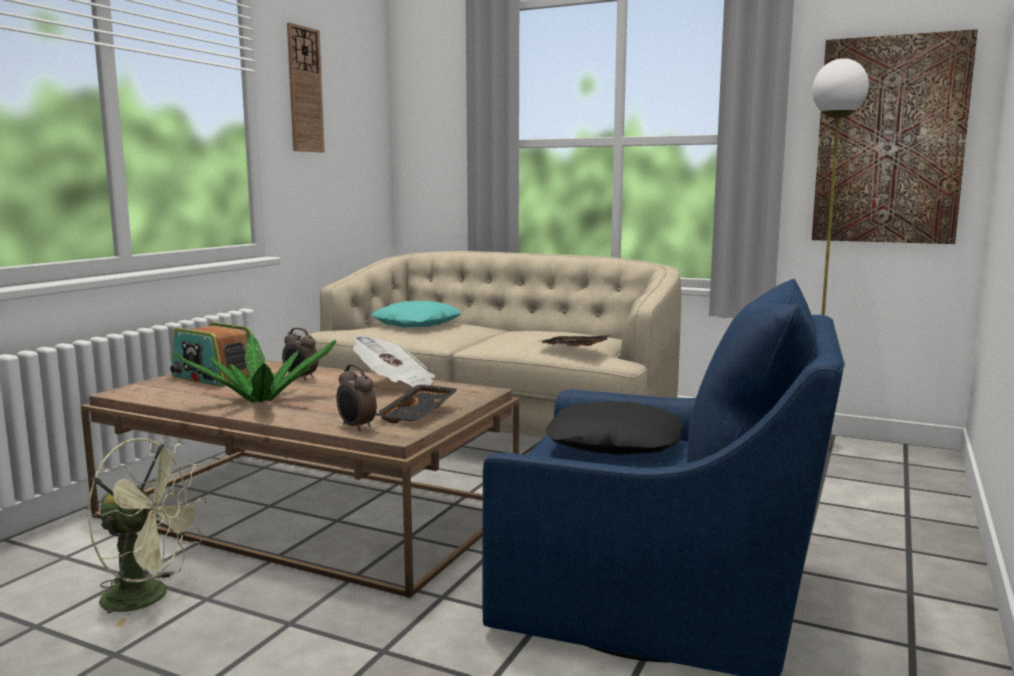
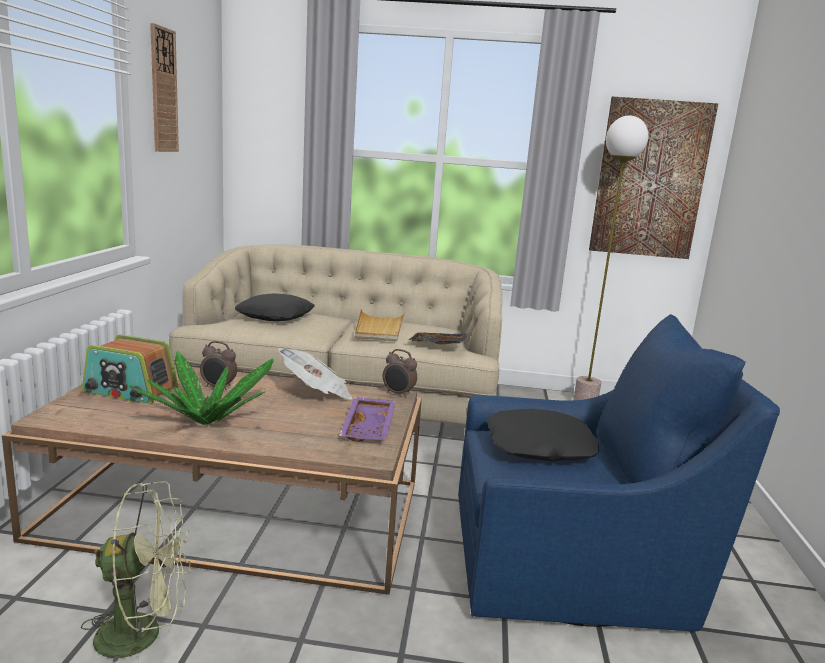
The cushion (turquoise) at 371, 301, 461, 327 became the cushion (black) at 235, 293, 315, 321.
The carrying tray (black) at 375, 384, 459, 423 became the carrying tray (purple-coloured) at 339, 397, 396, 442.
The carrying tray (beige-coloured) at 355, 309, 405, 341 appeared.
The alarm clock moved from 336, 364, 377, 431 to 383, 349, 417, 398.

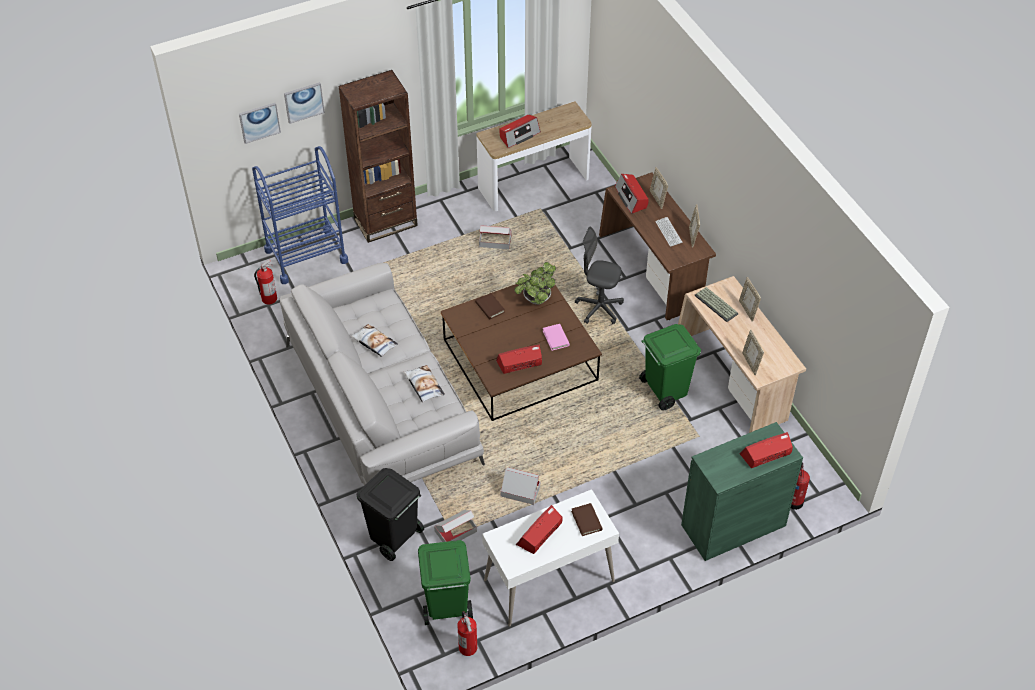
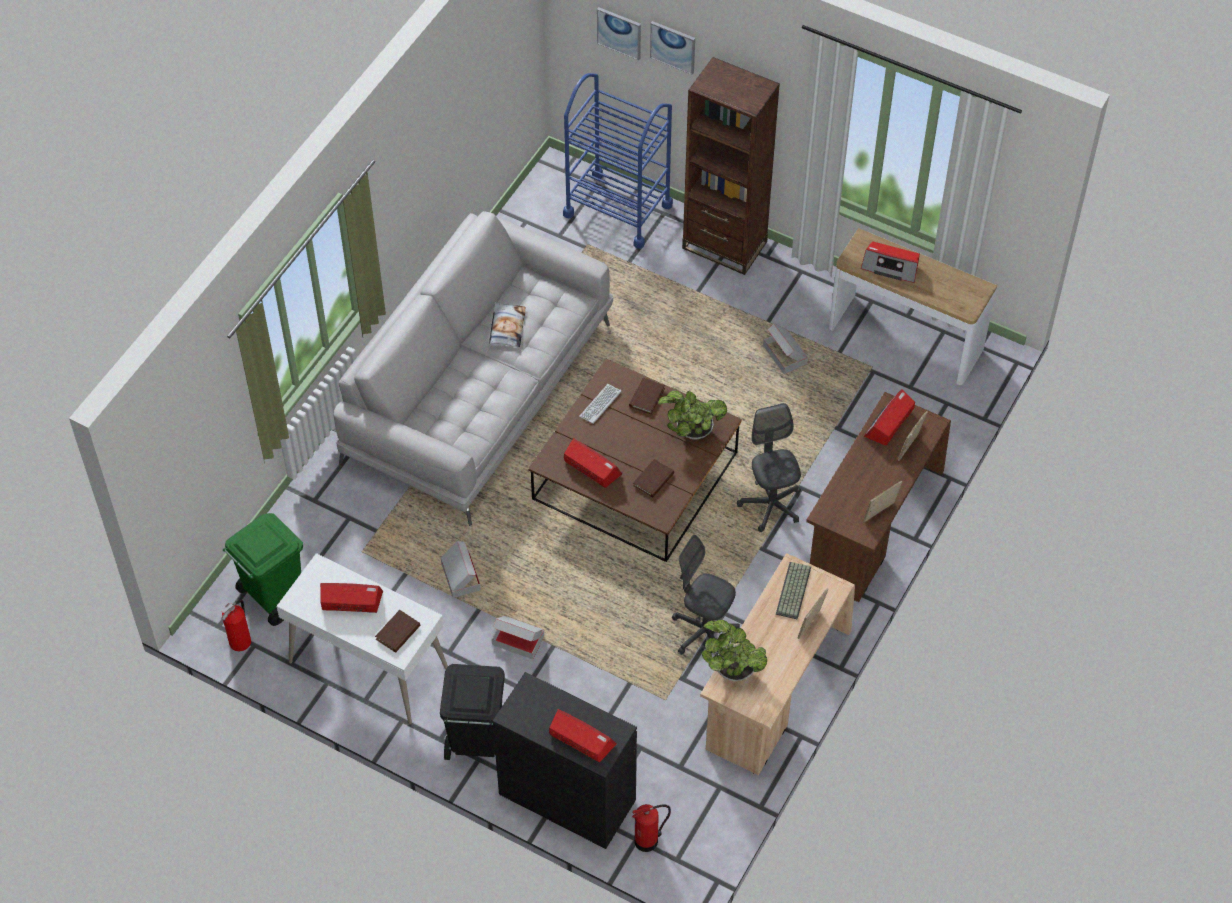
The rubbish bin (black) moved from 357, 468, 424, 561 to 440, 664, 505, 760.
The cardboard box moved from 434, 510, 477, 542 to 492, 615, 544, 659.
The cupboard (greenish) at 681, 422, 803, 561 became the cupboard (black) at 493, 672, 637, 849.
The keyboard moved from 655, 217, 682, 247 to 579, 384, 622, 424.
The book (pinkish) at 543, 324, 570, 351 became the book (brown) at 633, 459, 674, 498.
The rubbish bin (greenish) at 639, 324, 701, 411 was replaced by the office chair (greyish) at 672, 535, 740, 656.
The picture frame at 742, 329, 764, 375 was replaced by the houseplant at 702, 620, 767, 681.
The fire-fighting cylinder at 254, 259, 277, 305 disappeared.
The cushion at 403, 365, 445, 402 disappeared.

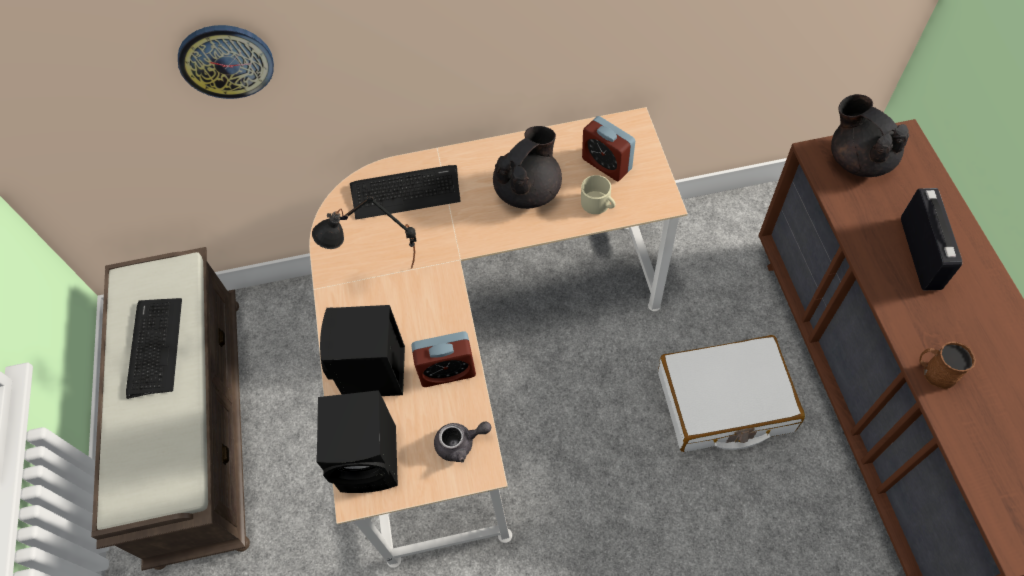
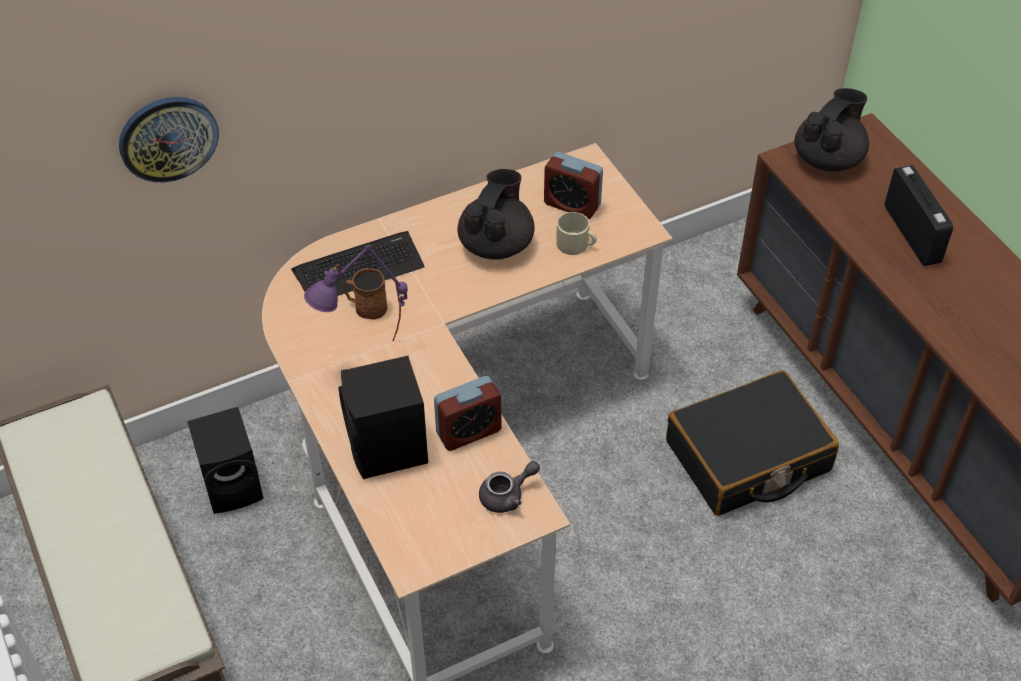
The audio speaker (black) moved from 316, 390, 398, 493 to 187, 407, 264, 514.
The table lamp (black) at 312, 197, 416, 268 became the table lamp (purple-coloured) at 304, 245, 408, 342.
The mug (brown) moved from 919, 342, 976, 389 to 344, 268, 387, 320.
The suitcase (white-coloured) at 658, 335, 805, 452 became the suitcase (black) at 666, 370, 839, 516.
The tea pot (black) at 831, 94, 909, 177 turned 90 degrees clockwise.
The keyboard at 126, 298, 182, 399 disappeared.

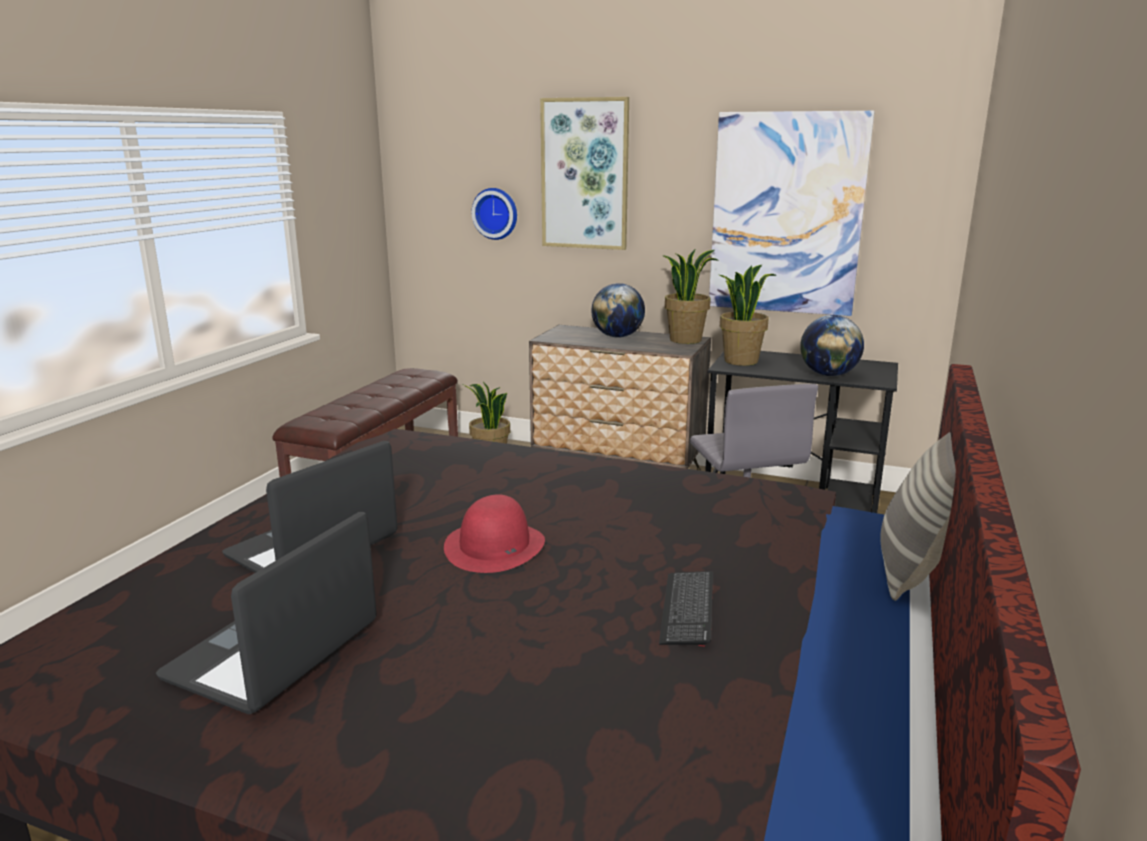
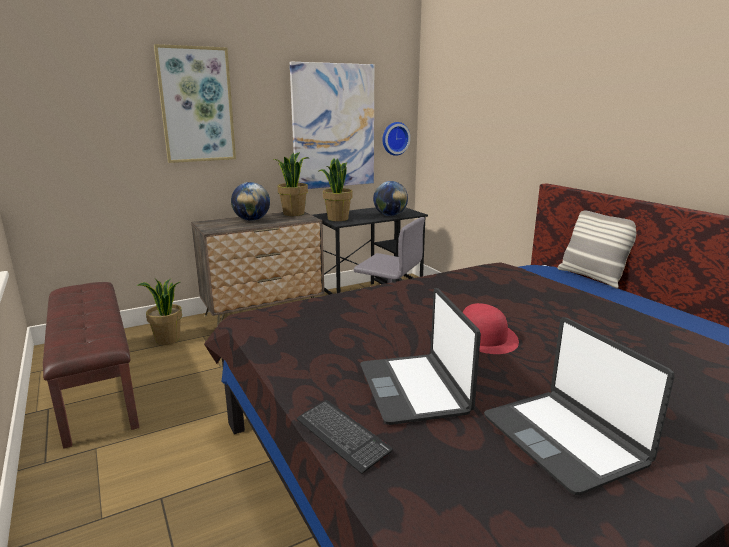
The keyboard moved from 659, 571, 713, 646 to 296, 400, 393, 474.
The hanging clock moved from 472, 188, 517, 240 to 383, 122, 411, 156.

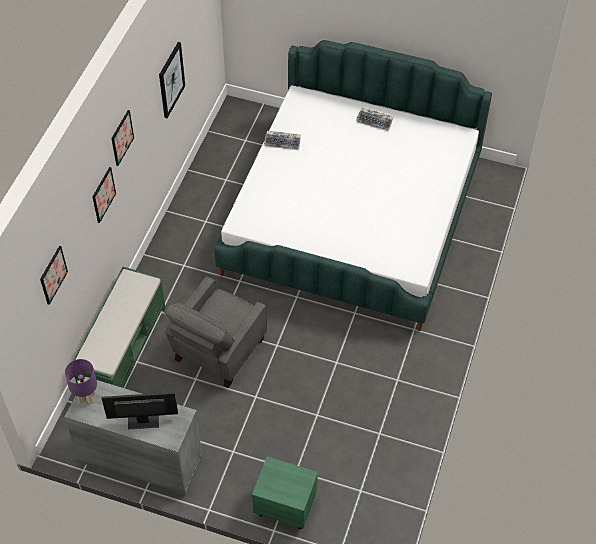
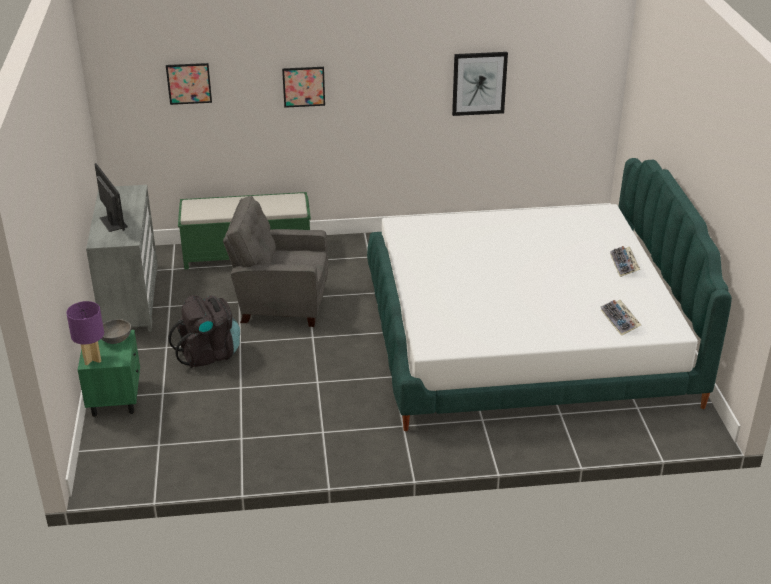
The table lamp (purple-coloured) moved from 65, 359, 97, 405 to 66, 301, 104, 365.
The deep dish (greyish) at 101, 319, 131, 344 appeared.
The backpack (black) at 169, 295, 240, 368 appeared.
The keyboard moved from 264, 131, 301, 150 to 601, 300, 641, 336.
The wall picture at 111, 110, 134, 166 disappeared.

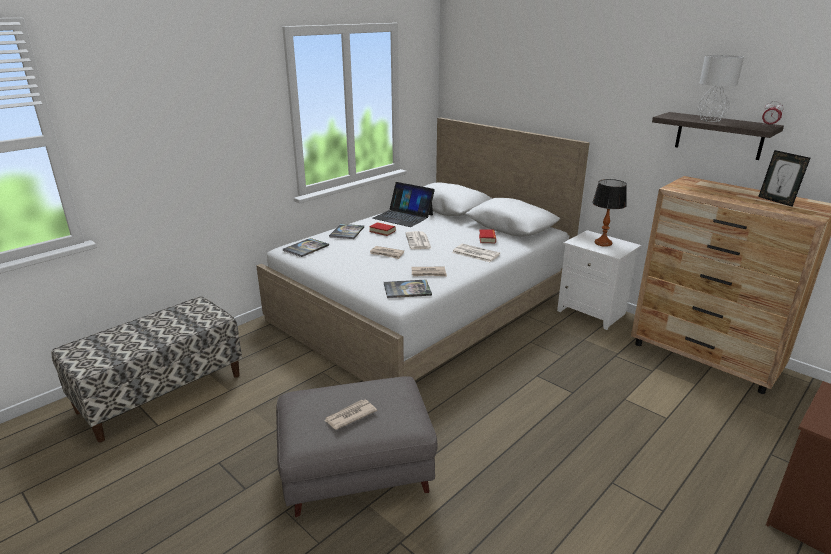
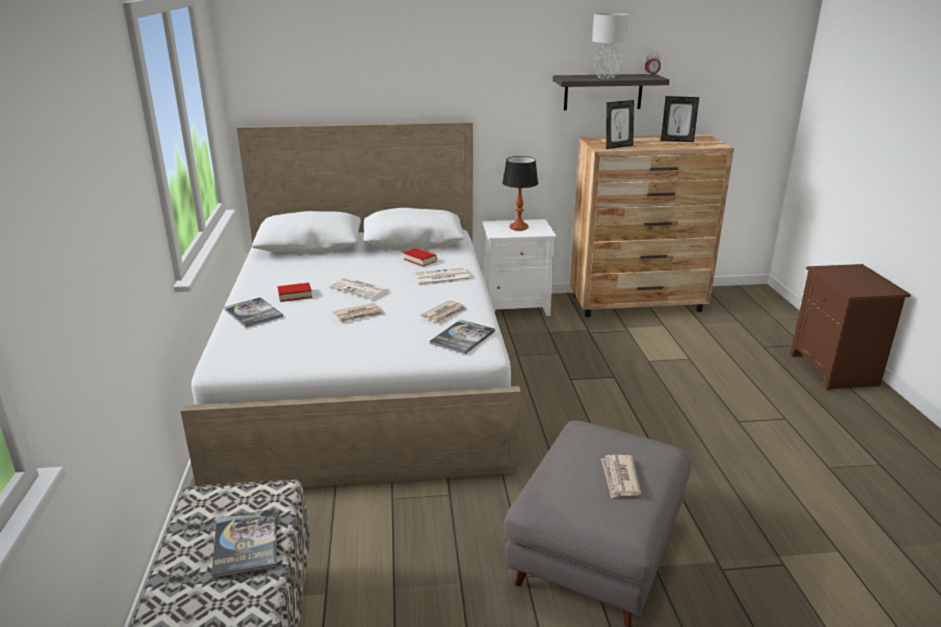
The book moved from 283, 238, 329, 257 to 211, 509, 277, 578.
The picture frame at 606, 100, 634, 149 appeared.
The laptop at 372, 182, 435, 227 disappeared.

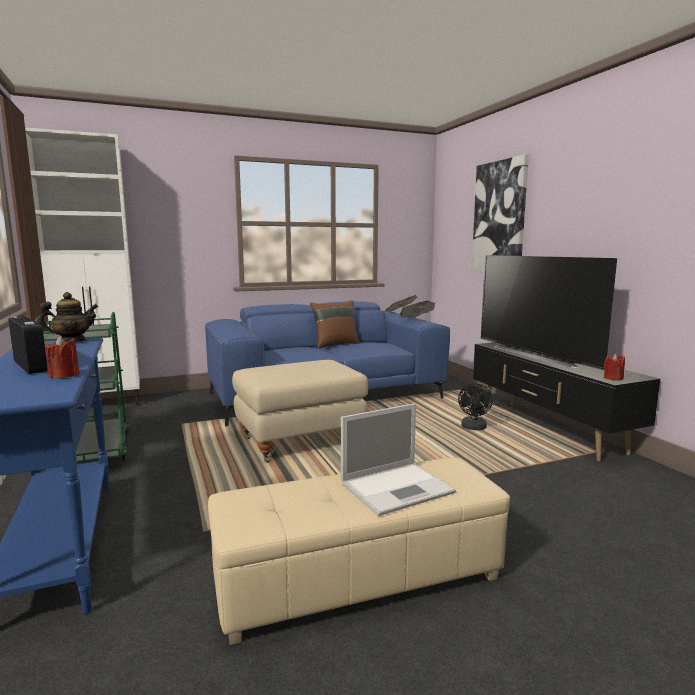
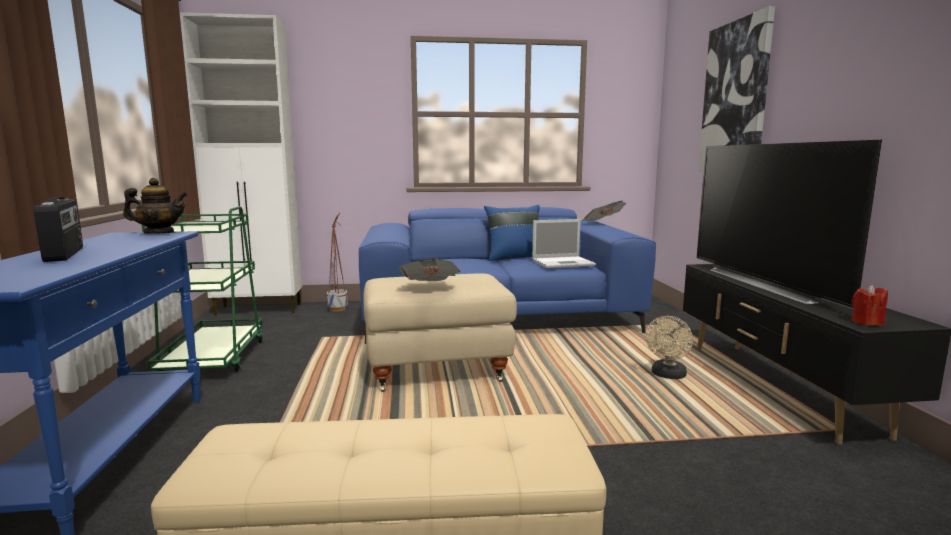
The planter at 327, 212, 348, 312 appeared.
The newspaper moved from 400, 301, 436, 318 to 398, 258, 460, 281.
The cushion (brown) at 310, 300, 359, 348 became the cushion (bluish) at 484, 205, 540, 261.
The laptop moved from 341, 403, 456, 516 to 532, 219, 596, 268.
The cooling fan (black) at 458, 383, 493, 430 became the cooling fan (beige-coloured) at 646, 316, 693, 379.
The wax light (red-coloured) at 45, 336, 80, 379 disappeared.

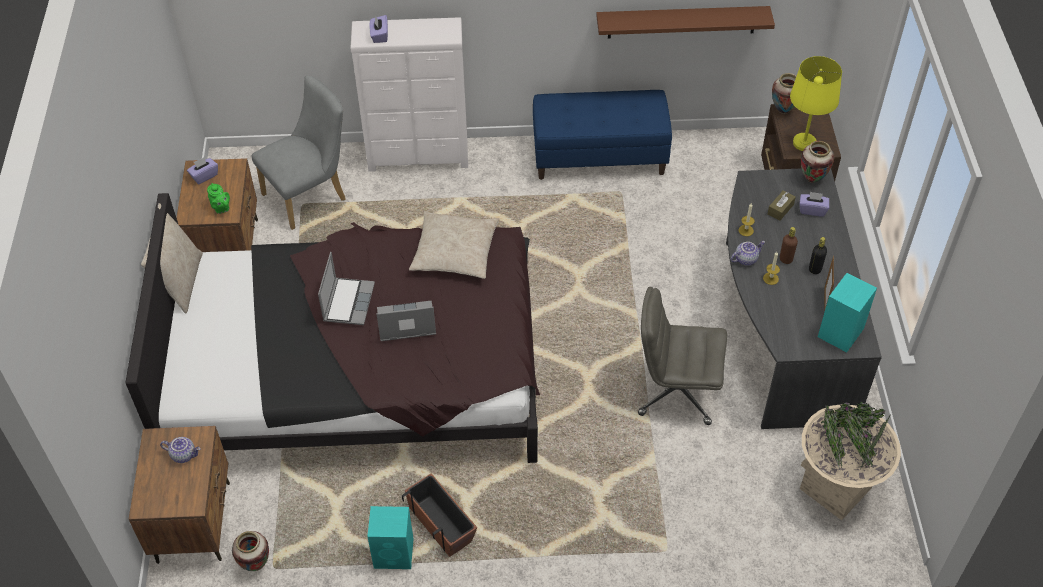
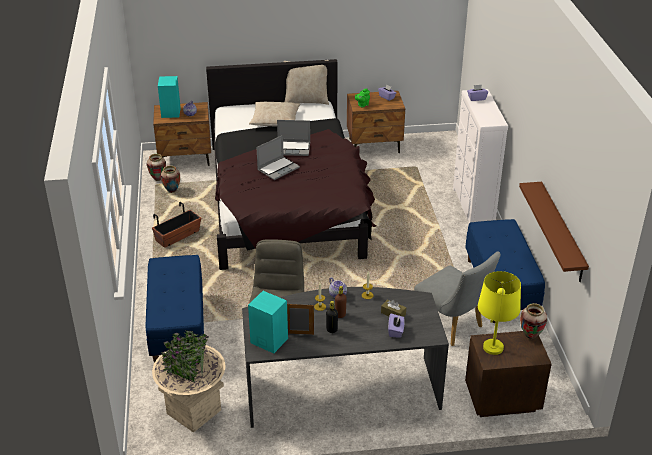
The long seat (bluish) at 146, 255, 204, 363 appeared.
The audio speaker (turquoise) moved from 367, 506, 413, 569 to 158, 76, 181, 118.
The vase moved from 801, 141, 834, 183 to 161, 165, 180, 193.
The cushion (beige-coloured) moved from 409, 211, 499, 279 to 249, 102, 300, 127.
The laptop at 376, 300, 436, 341 turned 60 degrees clockwise.
The upright chair (greyish) moved from 252, 75, 346, 230 to 414, 252, 500, 346.

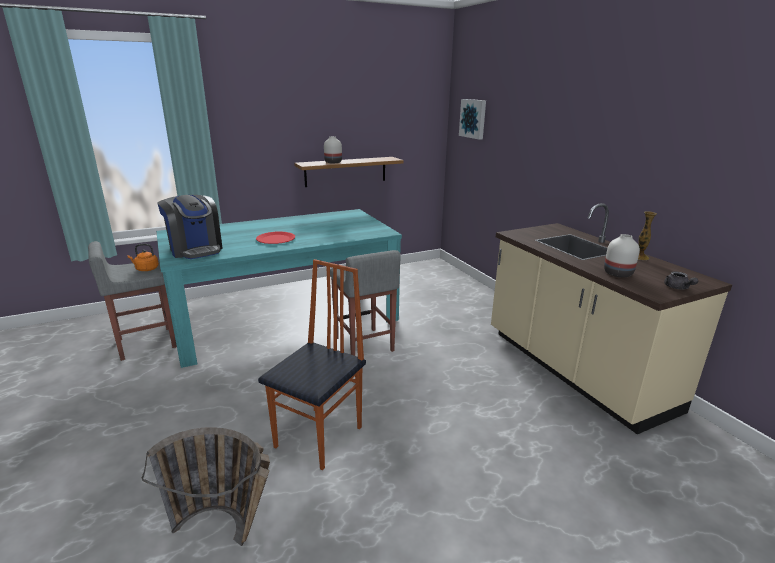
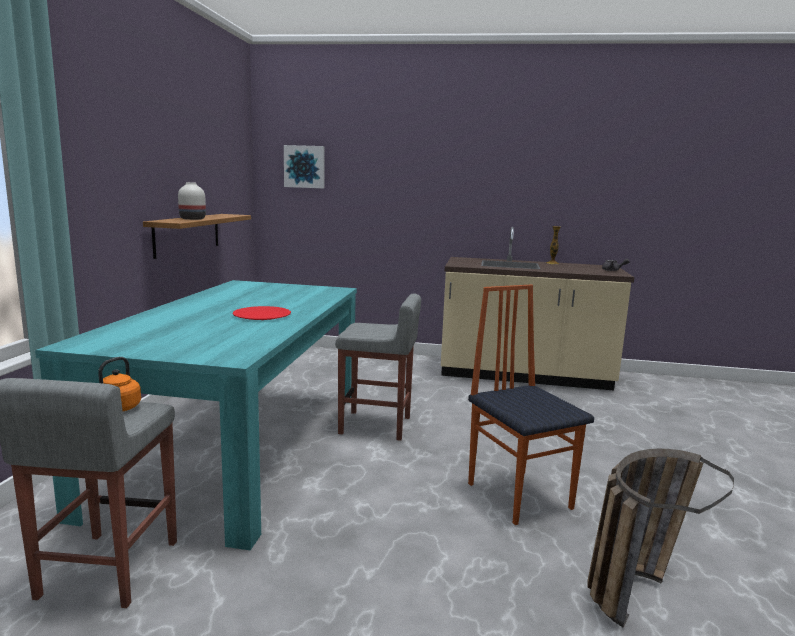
The coffee brewer at 157, 195, 223, 259 disappeared.
The vase (white-coloured) at 604, 234, 640, 278 disappeared.

